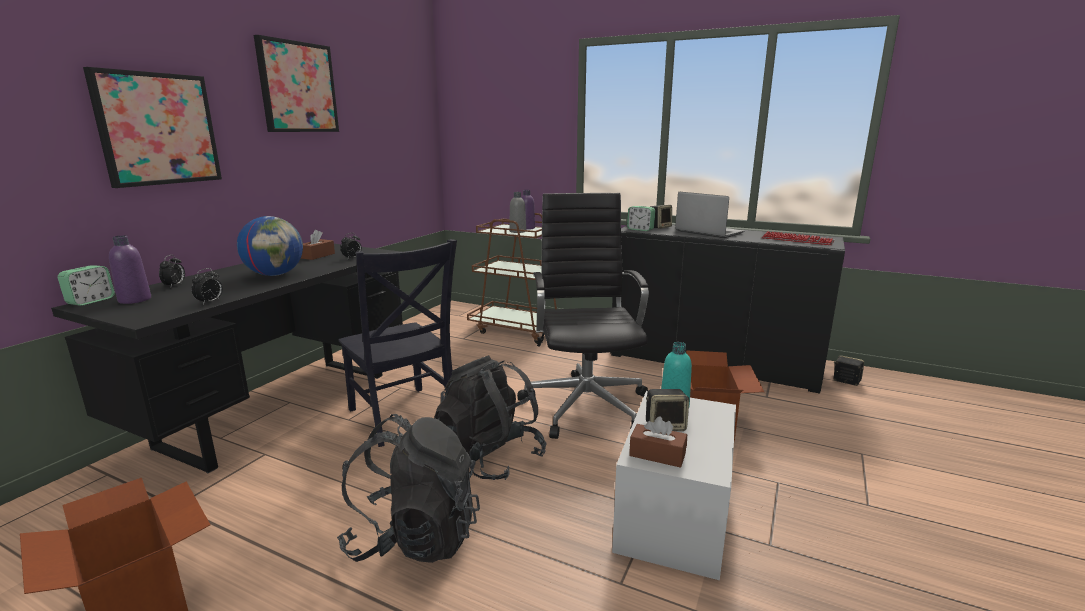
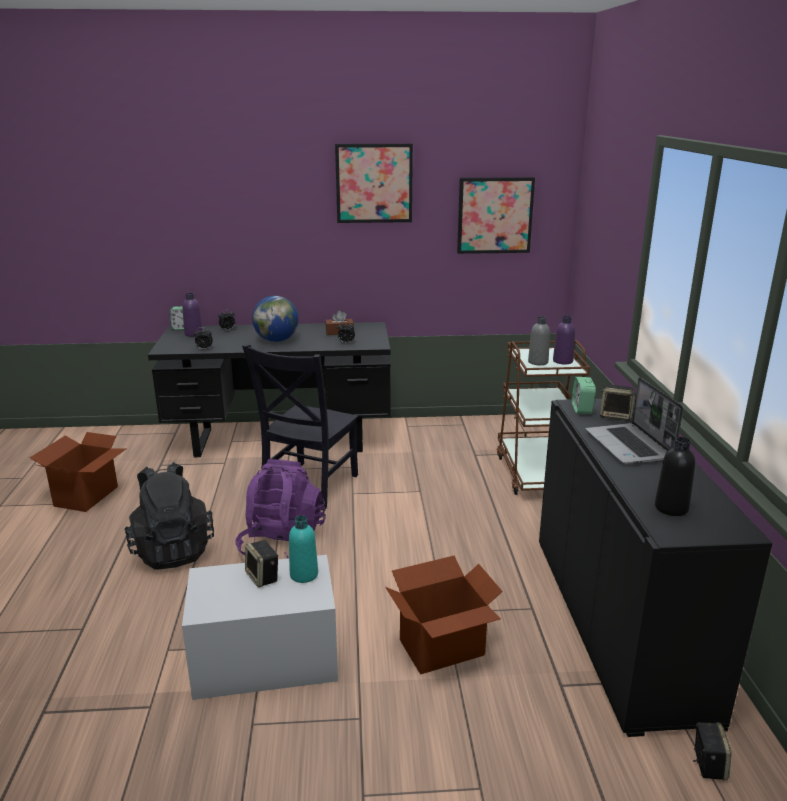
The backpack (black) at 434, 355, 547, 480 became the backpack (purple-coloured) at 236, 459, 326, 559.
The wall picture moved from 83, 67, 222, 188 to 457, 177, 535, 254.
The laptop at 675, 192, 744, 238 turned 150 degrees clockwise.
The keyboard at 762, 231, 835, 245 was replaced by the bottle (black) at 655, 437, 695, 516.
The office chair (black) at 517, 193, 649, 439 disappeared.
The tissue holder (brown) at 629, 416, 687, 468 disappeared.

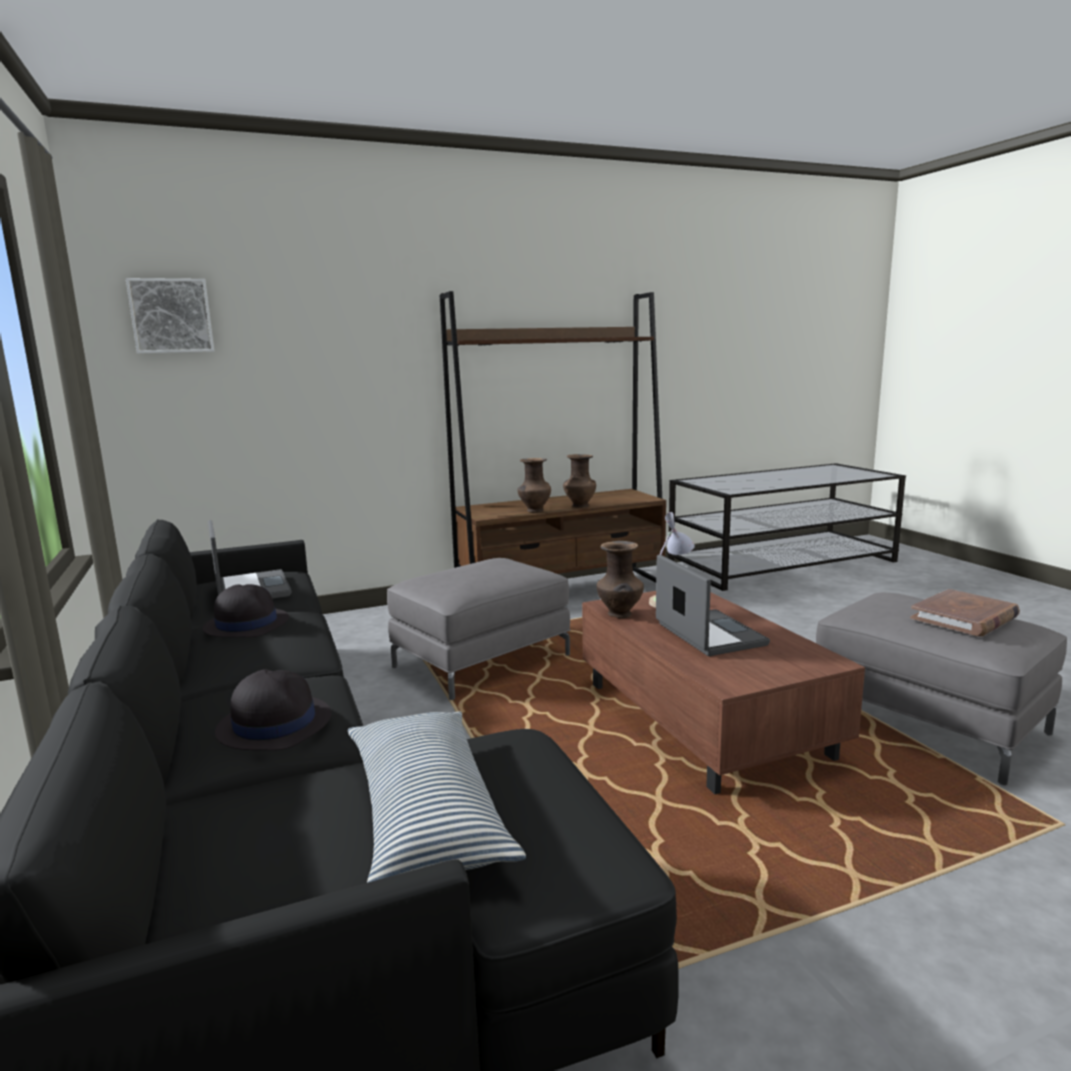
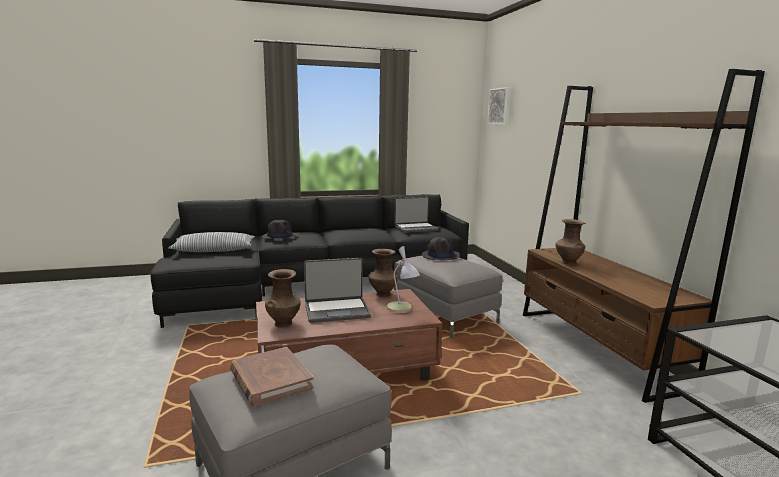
The vase (brown) moved from 563, 454, 596, 508 to 265, 269, 301, 328.
The wearable hat (black) moved from 203, 584, 289, 637 to 422, 237, 460, 260.

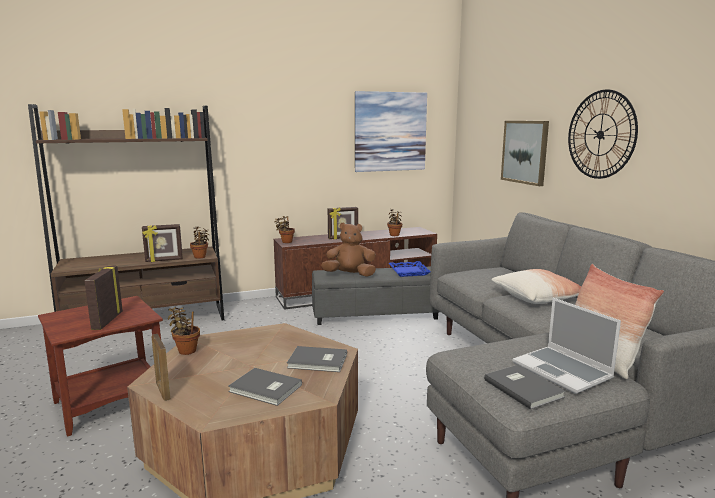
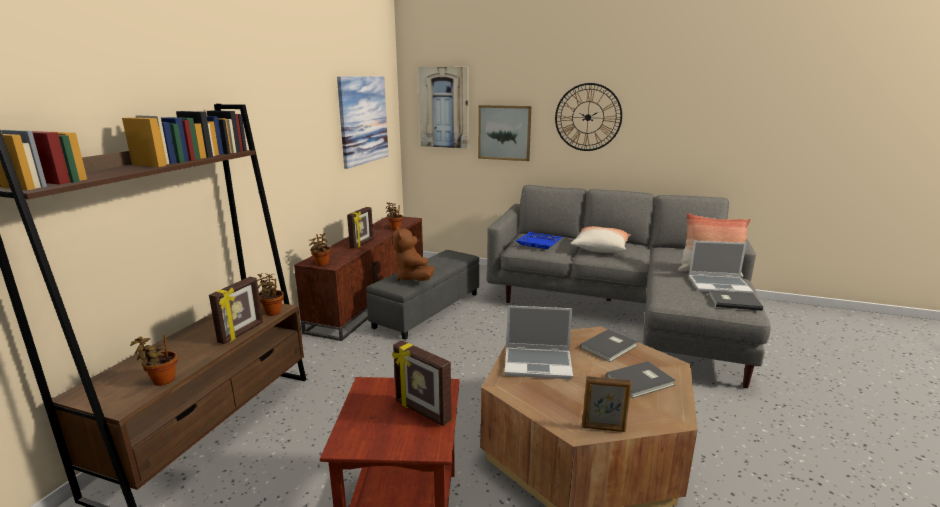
The houseplant moved from 168, 307, 200, 355 to 130, 334, 177, 386.
The plush toy (brown) at 321, 222, 376, 277 turned 60 degrees counterclockwise.
The wall picture at 418, 67, 469, 148 appeared.
The laptop at 505, 305, 573, 379 appeared.
The carrying tray (bluish) moved from 389, 261, 431, 277 to 515, 232, 562, 249.

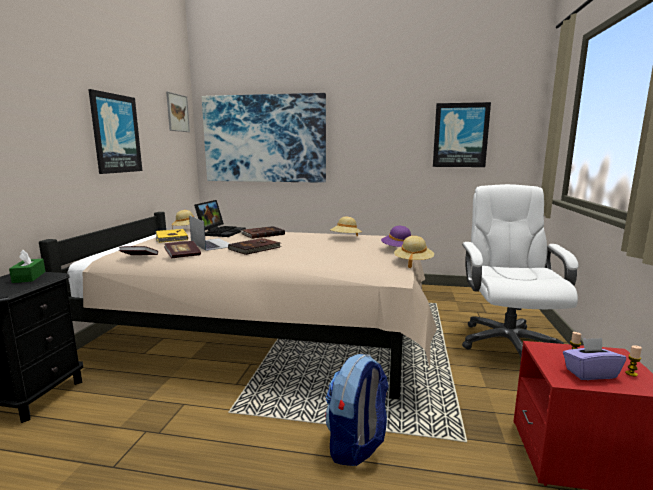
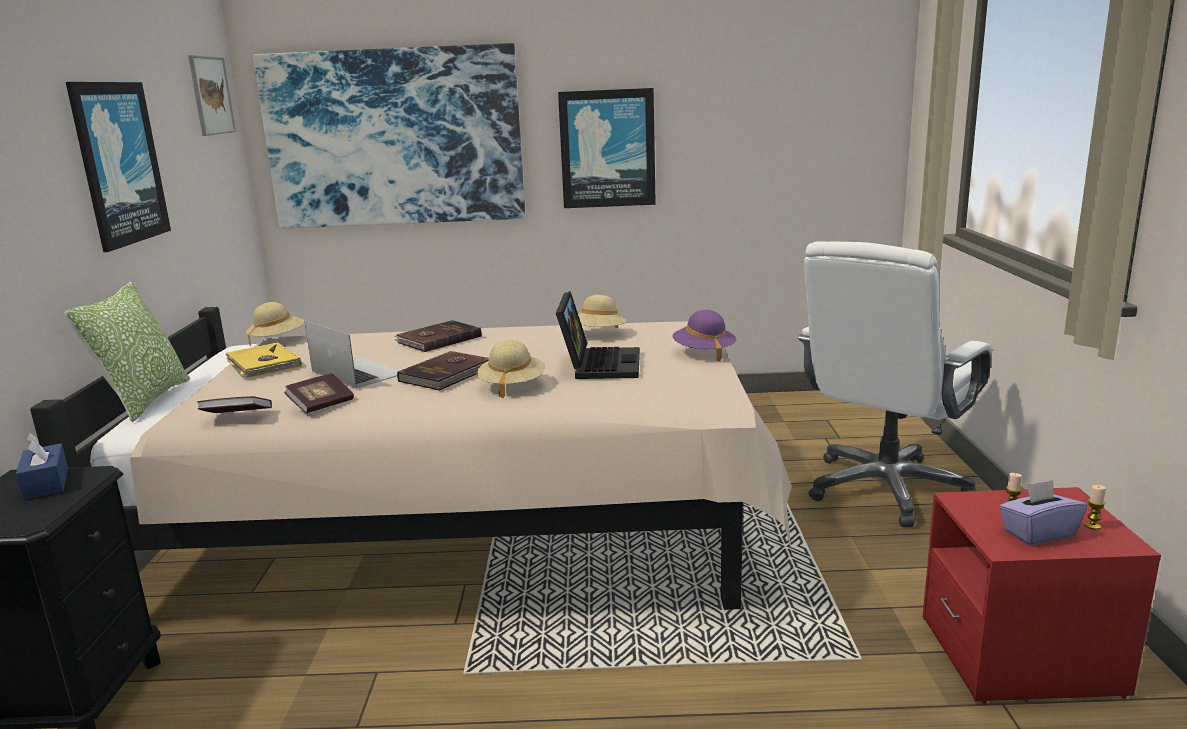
The tissue holder (greenish) at 9, 250, 46, 283 became the tissue holder (bluish) at 16, 433, 68, 500.
The cushion at 64, 282, 190, 422 appeared.
The wearable hat (beige-coloured) moved from 394, 236, 434, 268 to 477, 340, 545, 398.
The laptop moved from 194, 200, 246, 237 to 556, 291, 640, 379.
The wall picture moved from 433, 102, 491, 167 to 558, 88, 656, 208.
The office chair (white-coloured) at 462, 184, 579, 364 turned 135 degrees counterclockwise.
The backpack at 325, 354, 388, 466 disappeared.

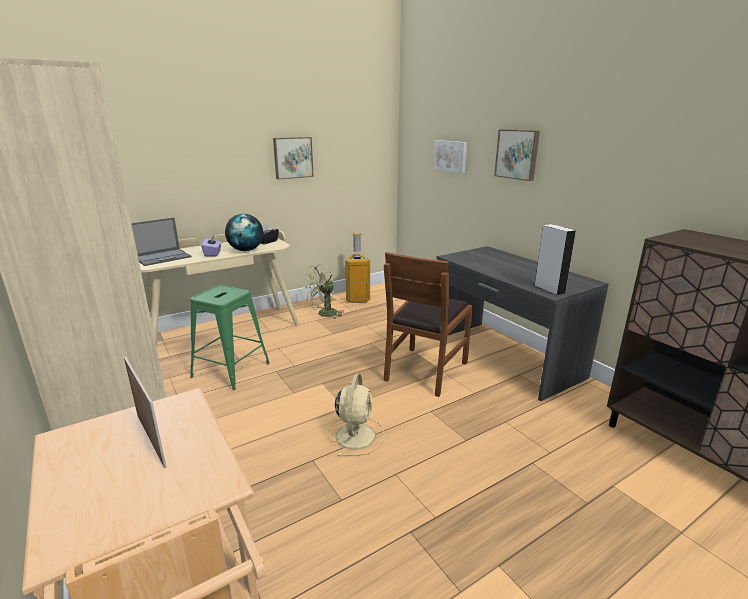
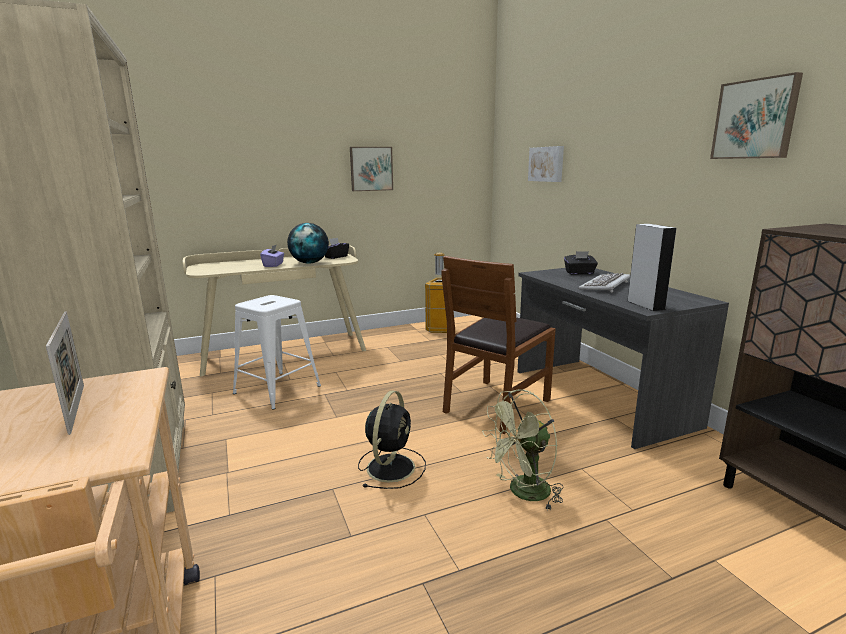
The sitting stool (greenish) at 190, 285, 270, 390 became the sitting stool (white-coloured) at 233, 295, 321, 409.
The cooling fan (beige-coloured) at 328, 374, 385, 456 became the cooling fan (black) at 358, 391, 426, 489.
The cooling fan (greenish) moved from 304, 264, 343, 319 to 482, 389, 564, 509.
The tissue holder (black) at 564, 251, 598, 275 appeared.
The keyboard at 578, 273, 630, 293 appeared.
The wall picture moved from 494, 129, 540, 181 to 710, 72, 803, 159.
The laptop at 131, 218, 192, 266 disappeared.

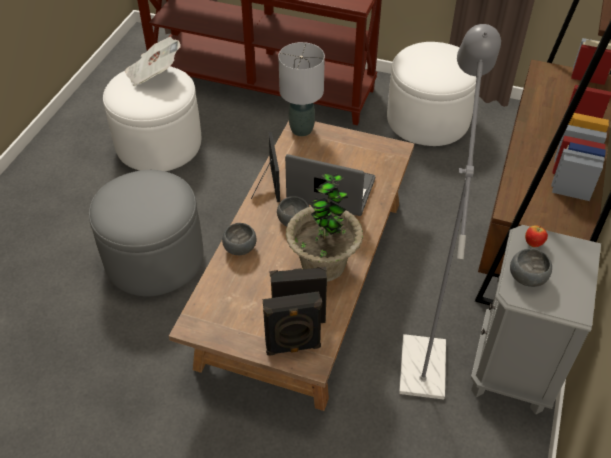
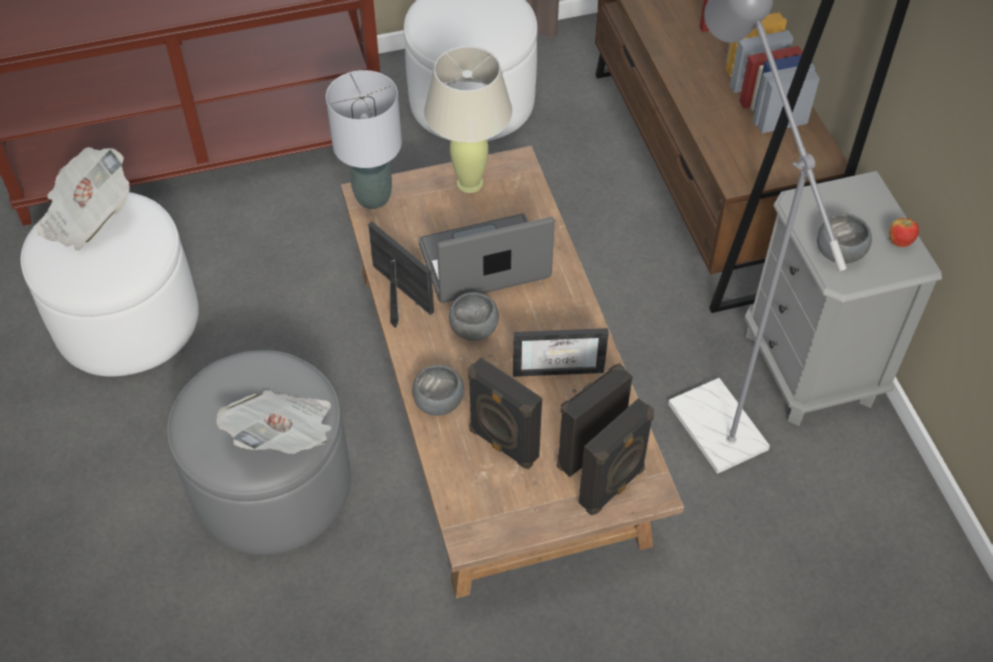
The newspaper at 216, 390, 332, 454 appeared.
The table lamp (beige-coloured) at 424, 46, 512, 193 appeared.
The audio speaker (black) at 468, 357, 542, 469 appeared.
The houseplant at 286, 172, 363, 281 was replaced by the picture frame at 513, 328, 609, 377.
The apple moved from 525, 225, 548, 247 to 889, 217, 919, 247.

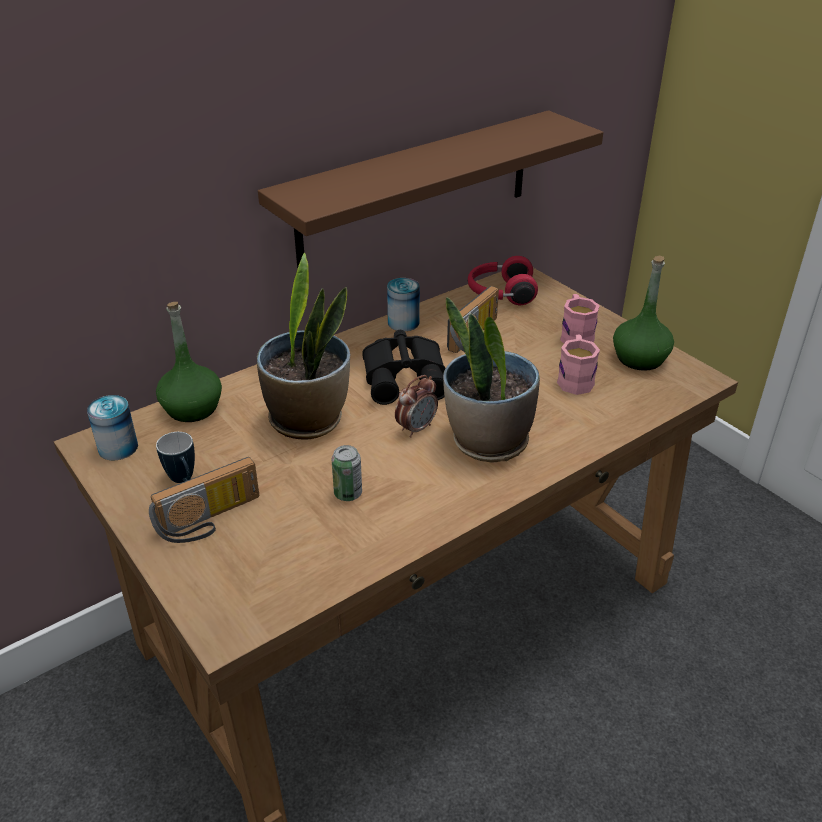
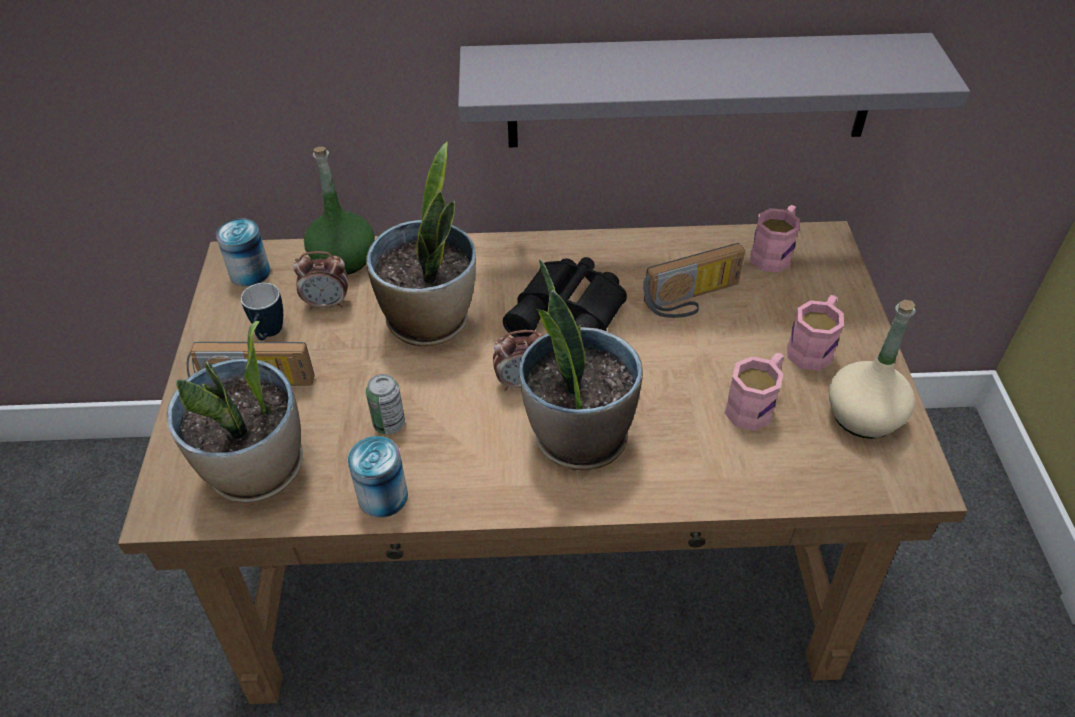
The houseplant at 166, 321, 303, 502 appeared.
The alarm clock at 293, 251, 348, 309 appeared.
The sealed can moved from 387, 278, 420, 331 to 348, 436, 408, 518.
The shelf (brown) at 258, 110, 604, 269 became the shelf (greyish) at 458, 33, 970, 147.
The headphones (red-coloured) at 468, 256, 538, 305 was replaced by the mug (pinkish) at 750, 205, 800, 273.
The bottle (greenish) at 613, 256, 674, 371 became the bottle (beige-coloured) at 829, 300, 915, 439.

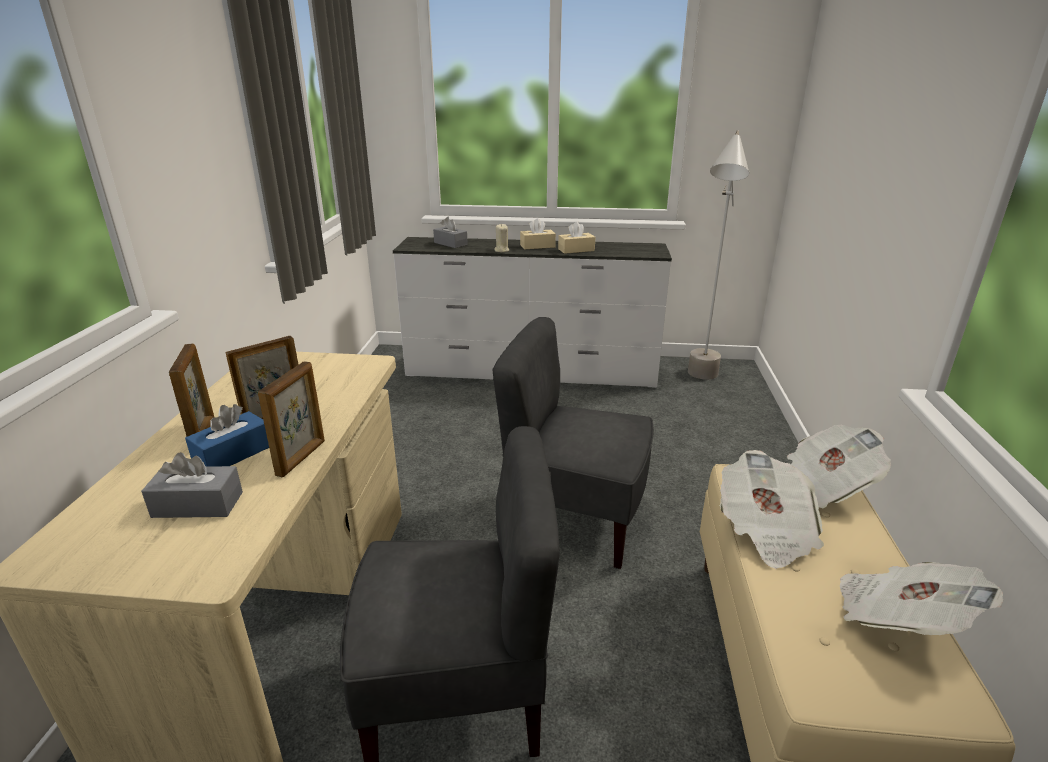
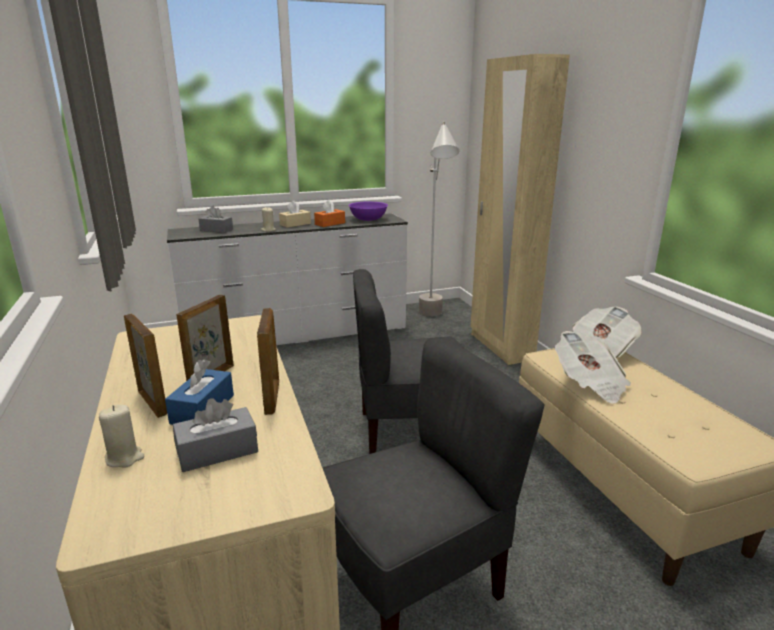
The wax light (beige-coloured) at 99, 405, 144, 468 appeared.
The tissue holder (beige-coloured) at 558, 221, 595, 254 became the tissue holder (orange) at 314, 200, 345, 227.
The deep dish (purple-coloured) at 348, 201, 388, 221 appeared.
The clothes cupboard (beige-coloured) at 471, 54, 570, 365 appeared.
The newspaper at 840, 562, 1004, 635 disappeared.

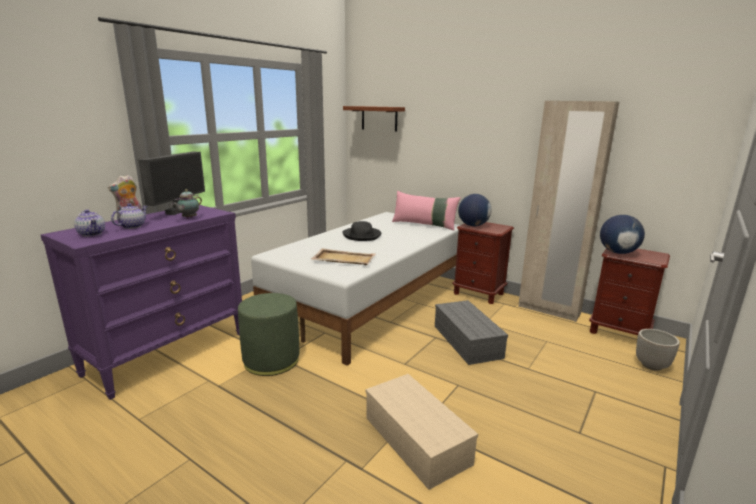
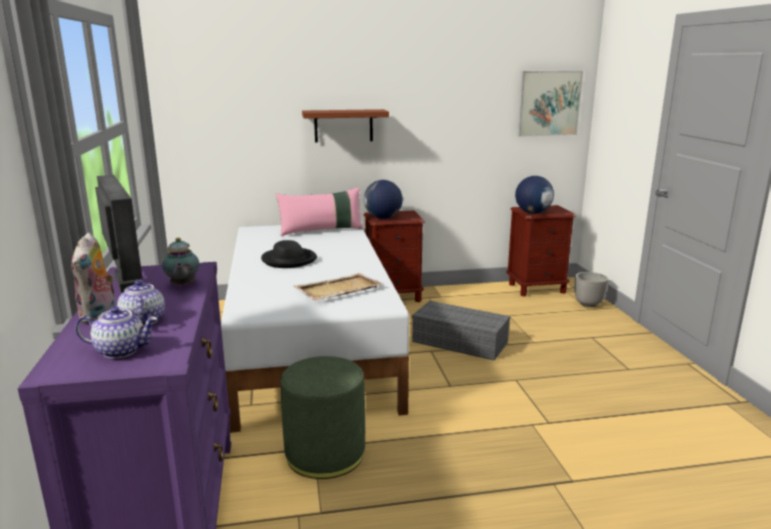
The shelf (brown) moved from 343, 106, 405, 131 to 302, 109, 389, 143.
The wall picture at 517, 71, 583, 137 appeared.
The storage container (beige-coloured) at 366, 374, 478, 490 disappeared.
The clothes cupboard (beige-coloured) at 518, 101, 619, 322 disappeared.

